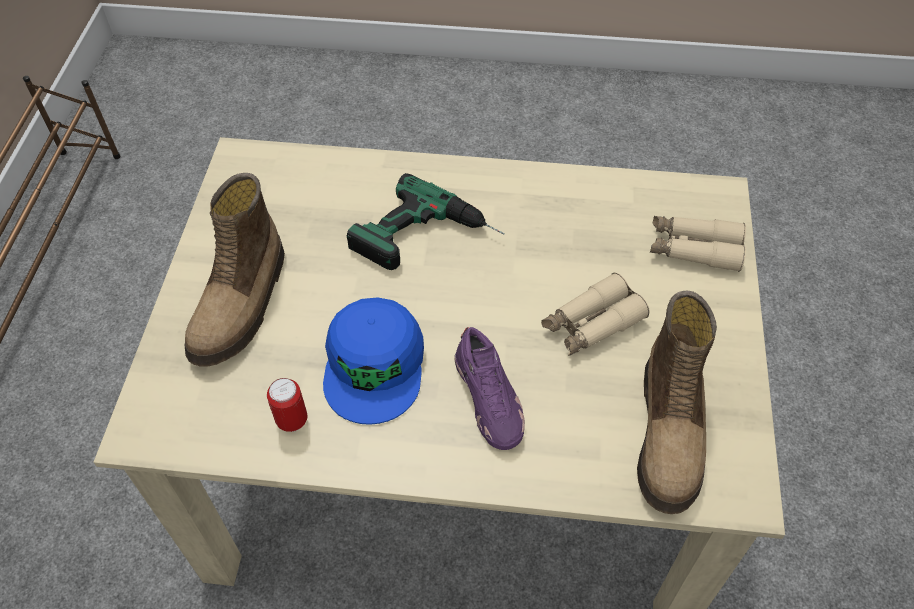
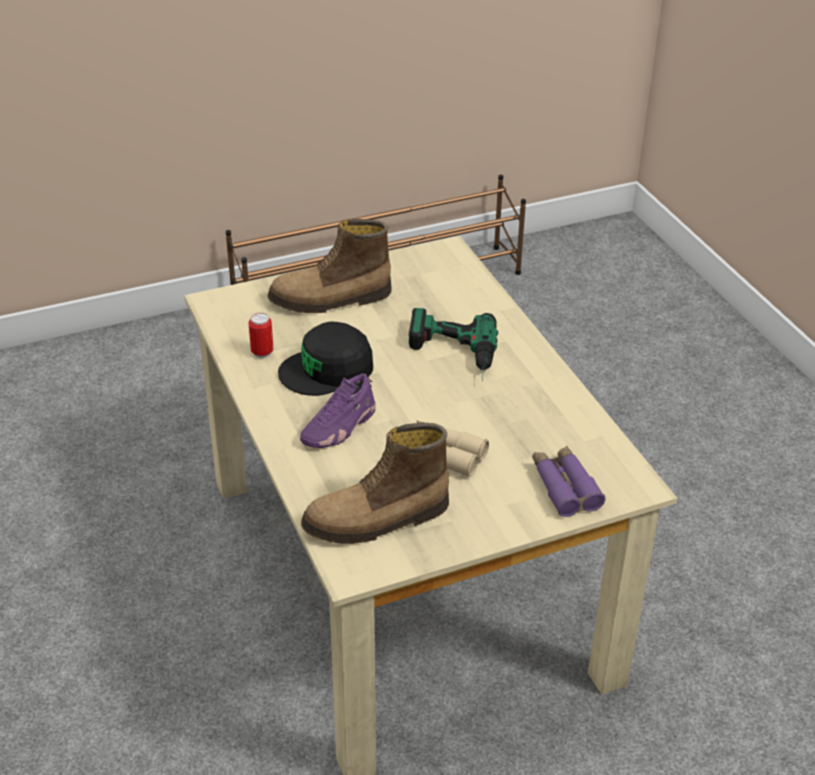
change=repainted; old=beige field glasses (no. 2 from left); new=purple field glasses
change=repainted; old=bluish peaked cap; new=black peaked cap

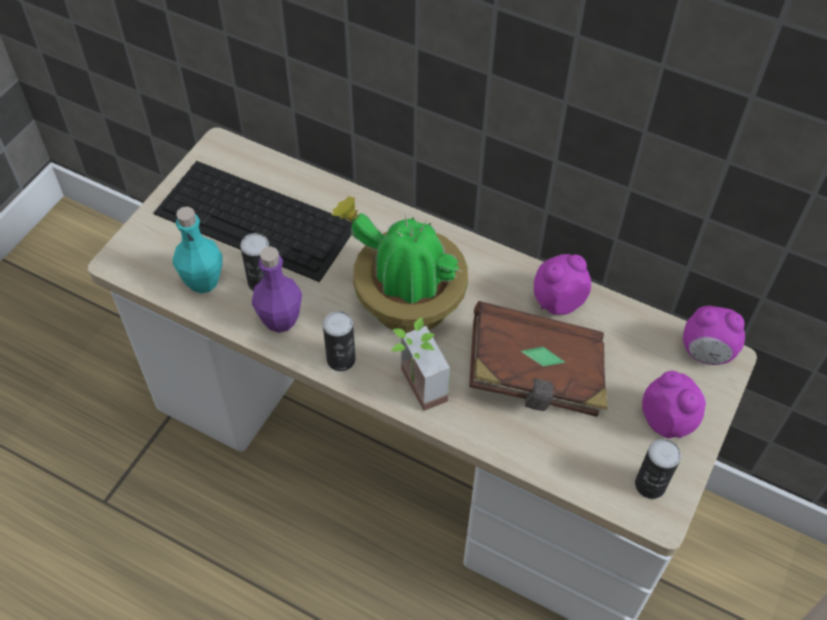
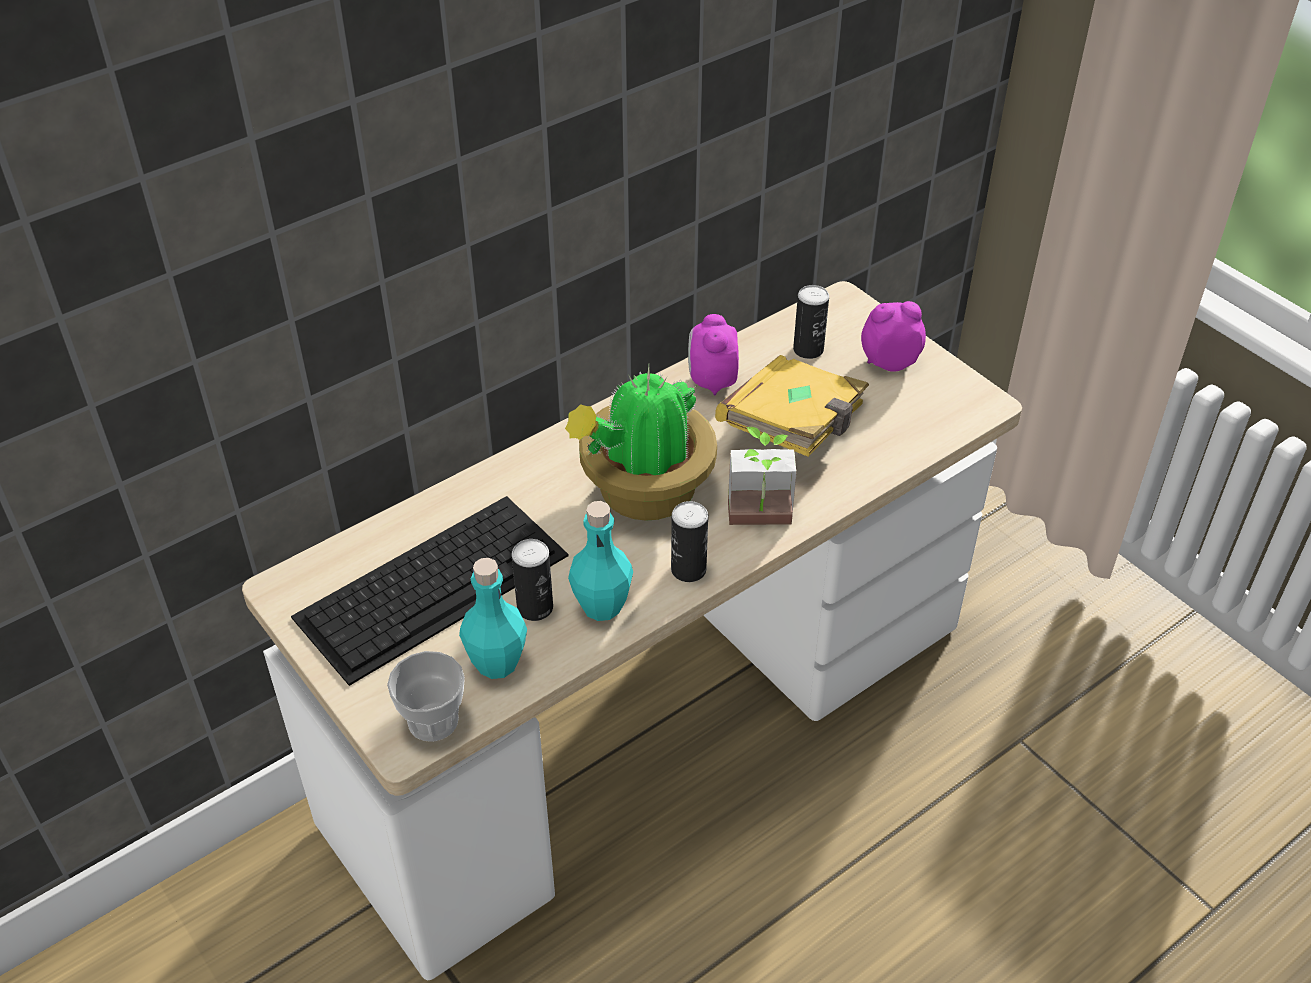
change=repainted; old=purple drink bottle; new=blue-green drink bottle (no. 2 from left)
change=repainted; old=brown book; new=yellowish book
change=gone; old=alarm clock (no. 3 from left)
change=shifted; old=sealed can (no. 3 from left)
change=new; new=small cup

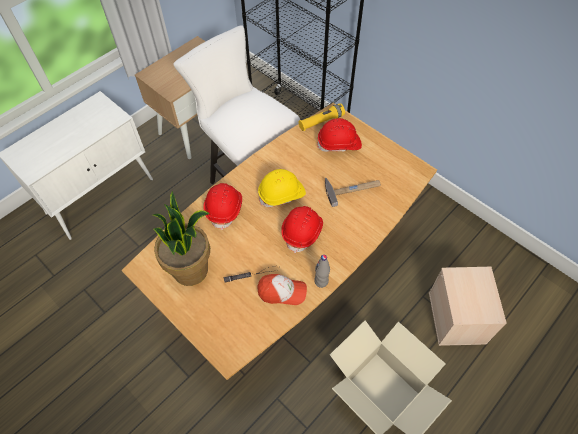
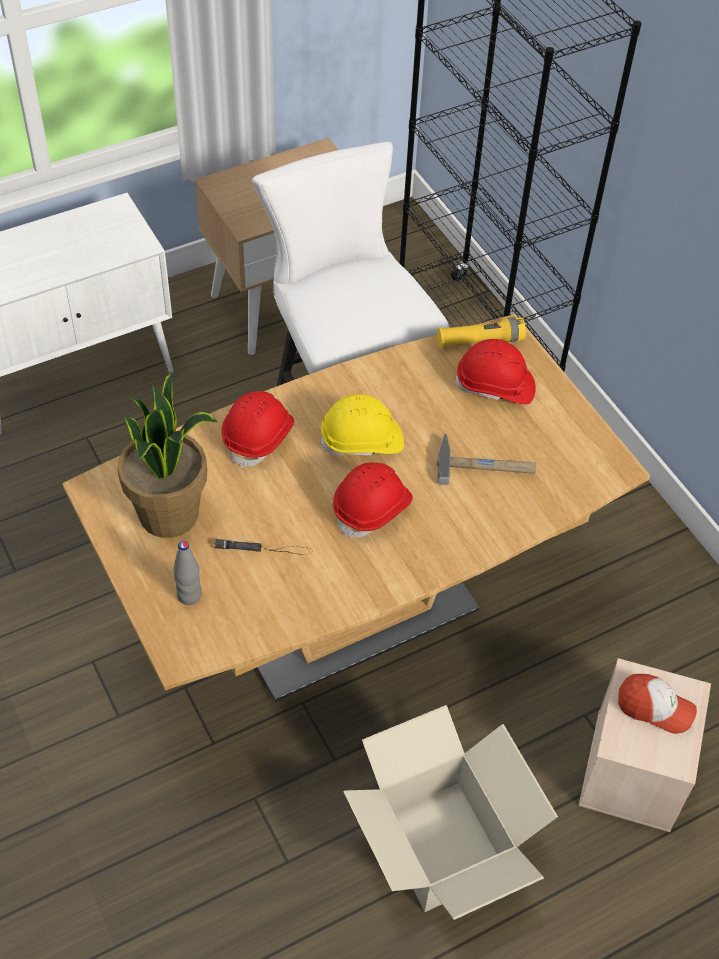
change=shifted; old=grey drink bottle
change=shifted; old=peaked cap

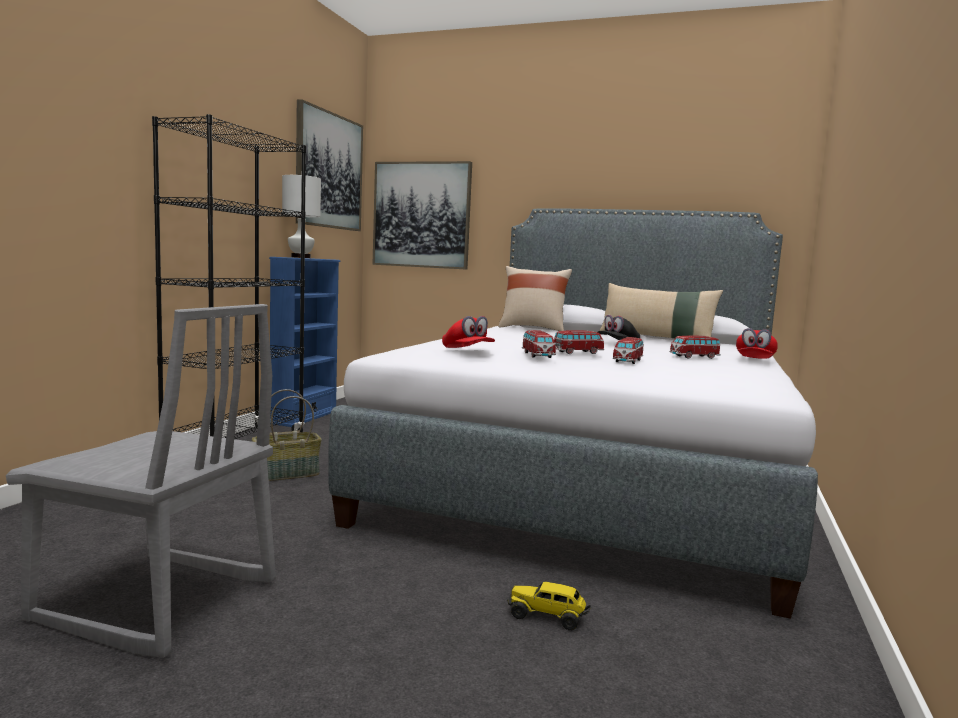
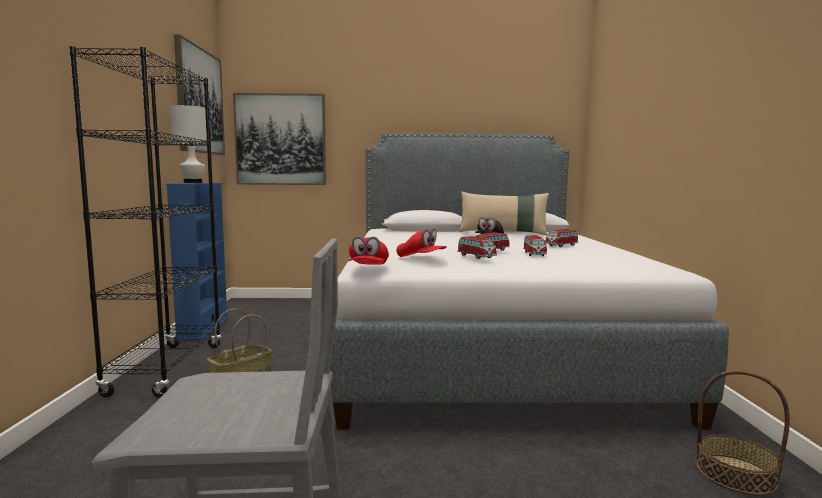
change=gone; old=beige throw pillow (no. 1 from left)
change=shifted; old=red peaked cap (no. 2 from left in the first image); new=red peaked cap (no. 1 from left)
change=gone; old=model truck
change=new; new=storage basket (no. 2 from left)

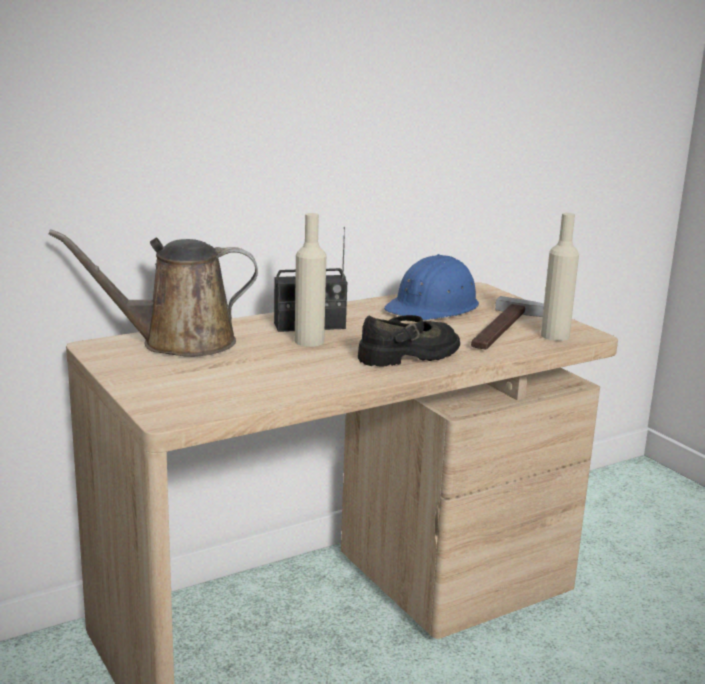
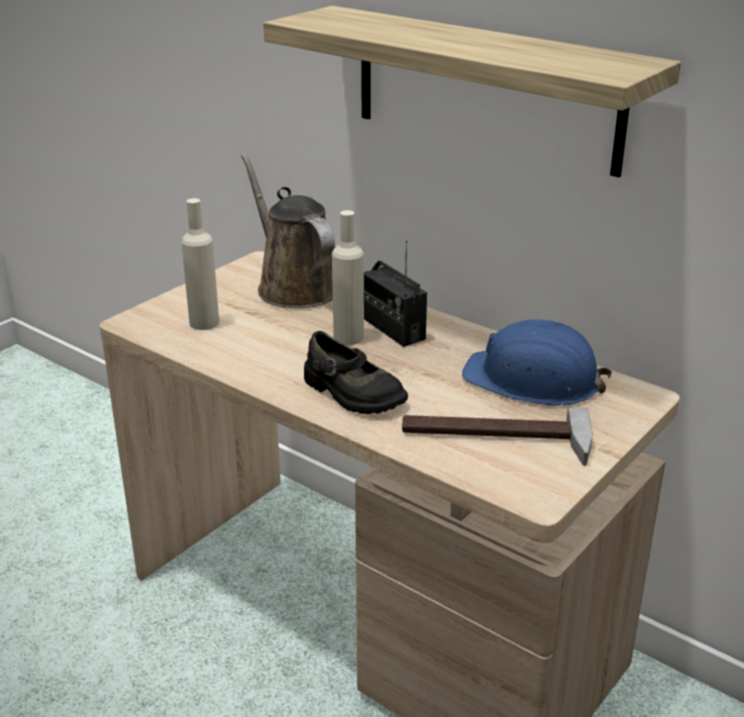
change=shifted; old=beige drink bottle (no. 2 from left in the first image); new=beige drink bottle (no. 1 from left)
change=new; new=bracket shelf

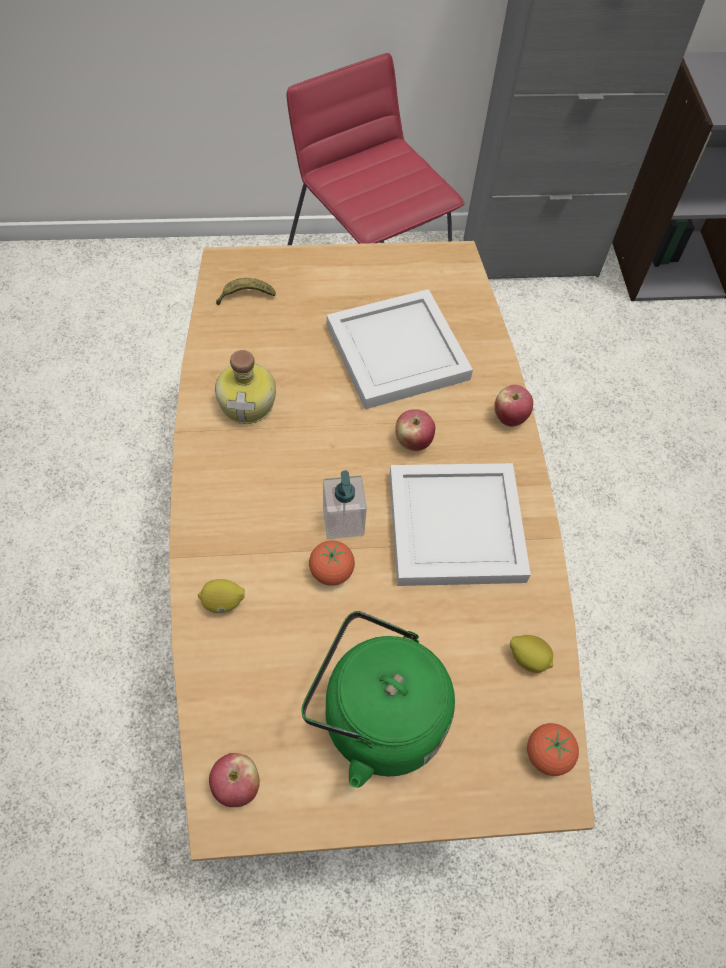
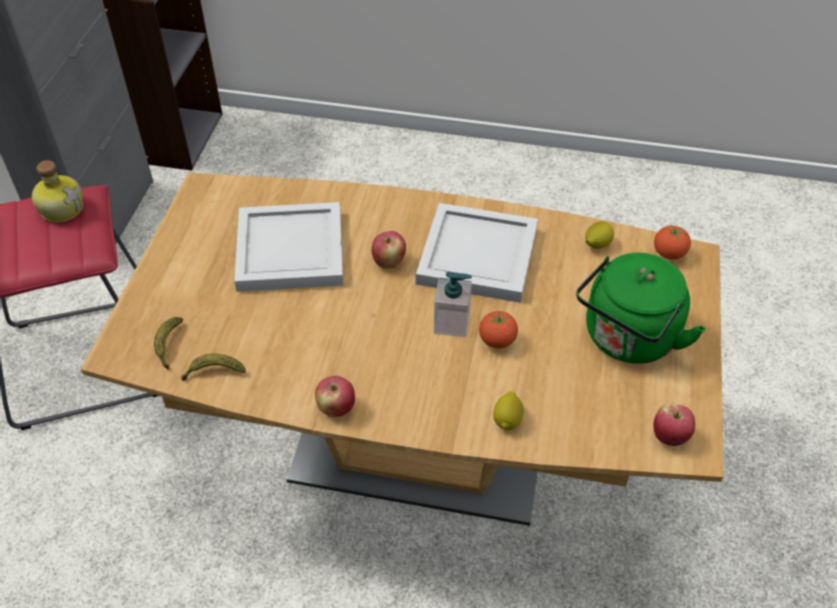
change=shifted; old=drink bottle
change=shifted; old=apple fruit (no. 3 from left in the first image); new=apple fruit (no. 1 from left)
change=new; new=banana (no. 2 from left)

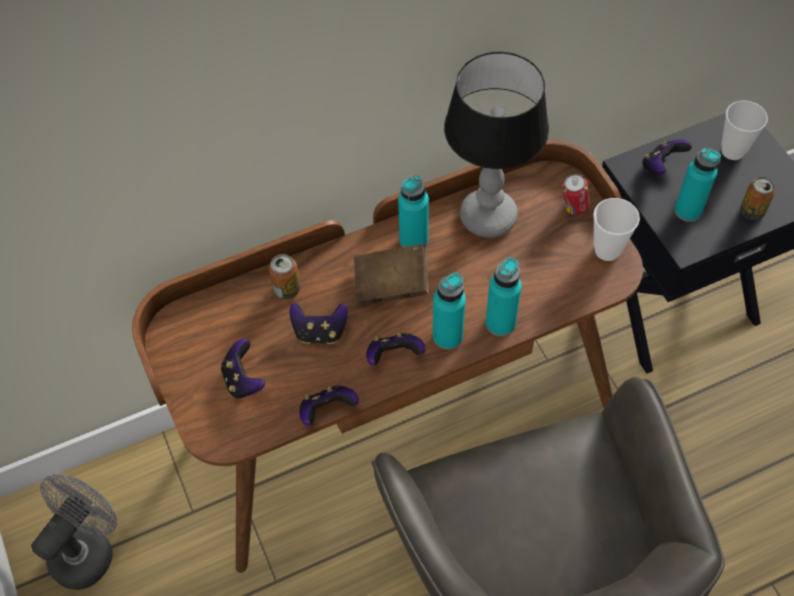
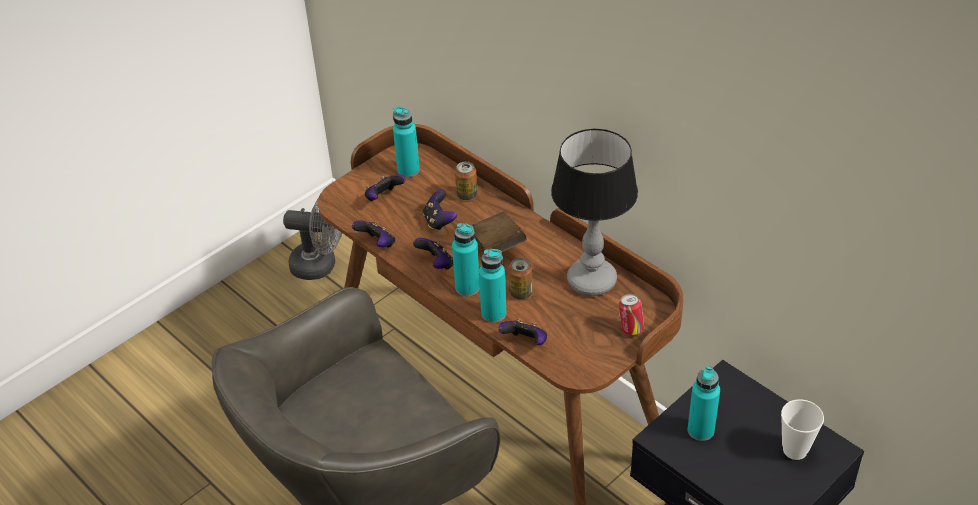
change=shifted; old=game controller (no. 5 from left)
change=shifted; old=blue-green drink bottle (no. 1 from left)
change=shifted; old=sealed can (no. 3 from left in the first image); new=sealed can (no. 2 from left)
change=gone; old=small cup (no. 1 from left)

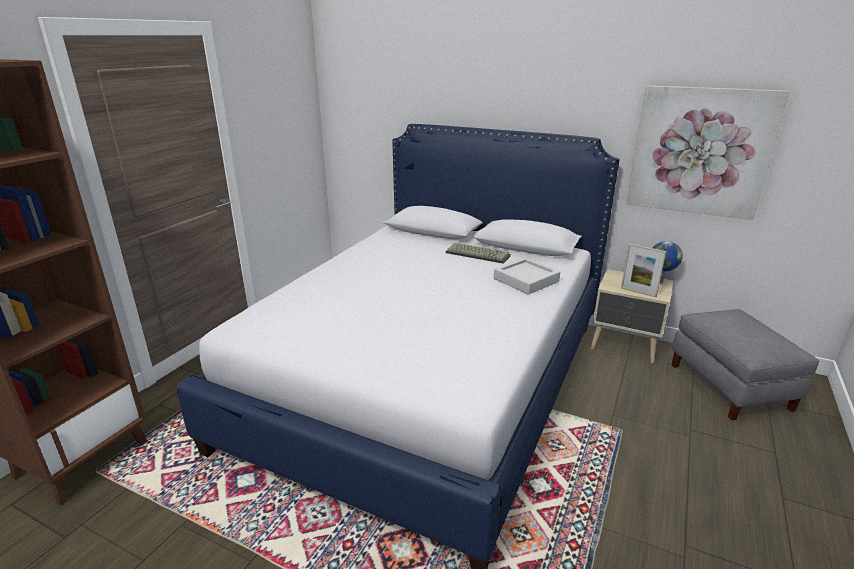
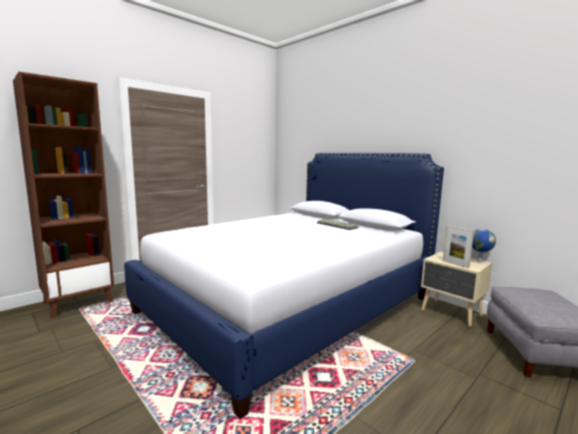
change=gone; old=wall art
change=gone; old=grey serving tray

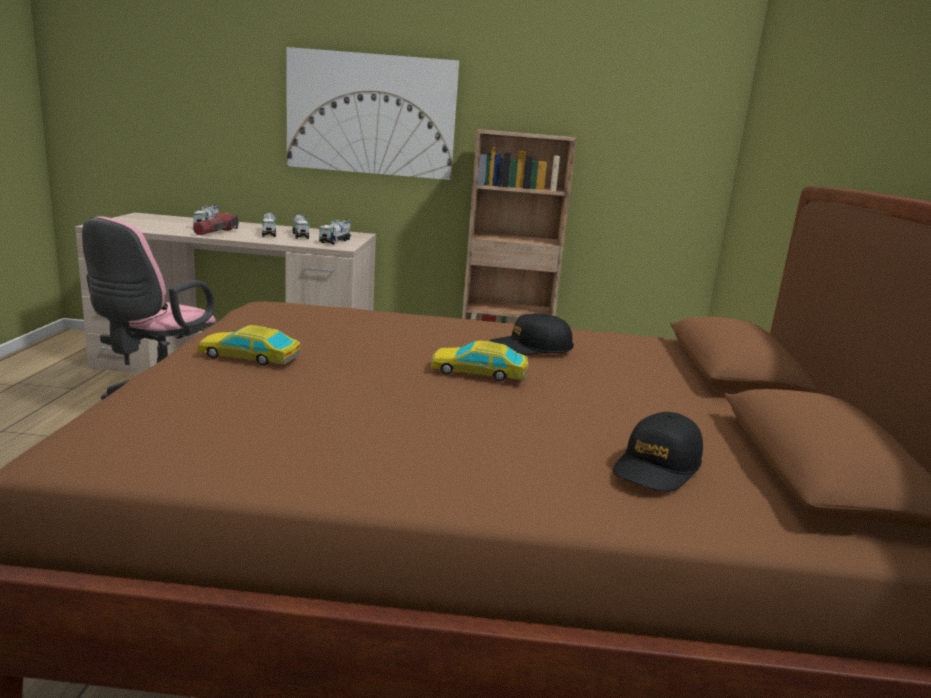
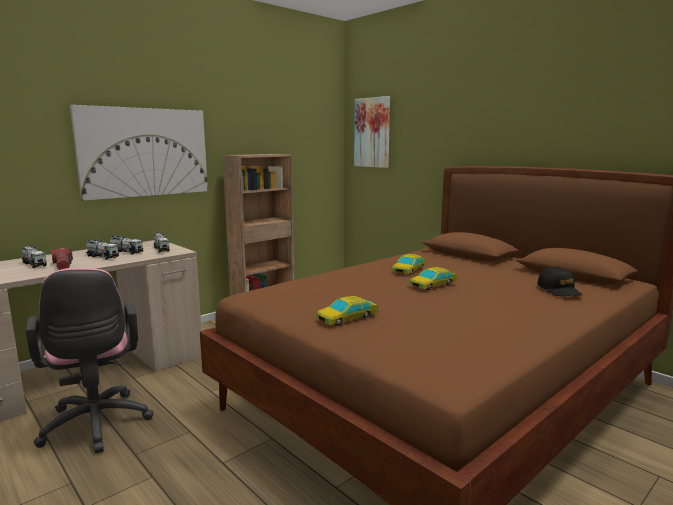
change=swapped; old=black peaked cap (no. 1 from left); new=model car (no. 2 from left)
change=new; new=wall art (no. 2 from left)

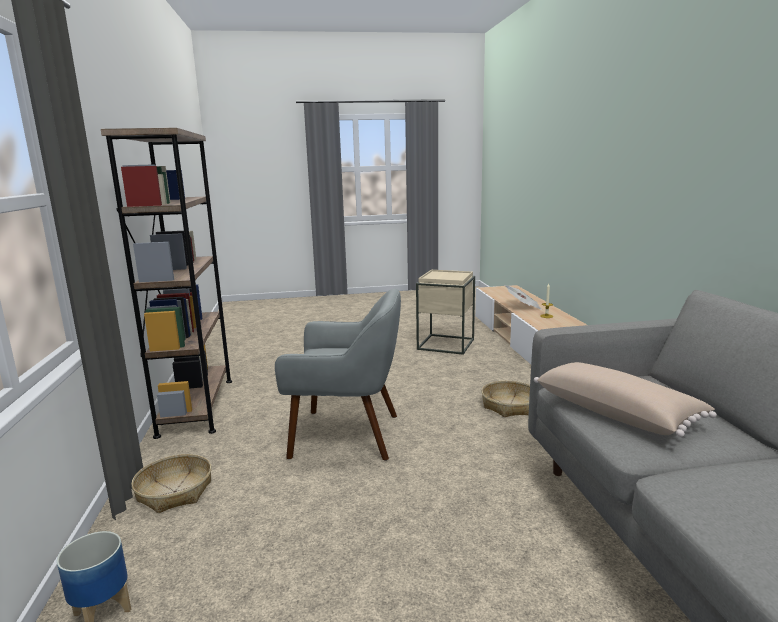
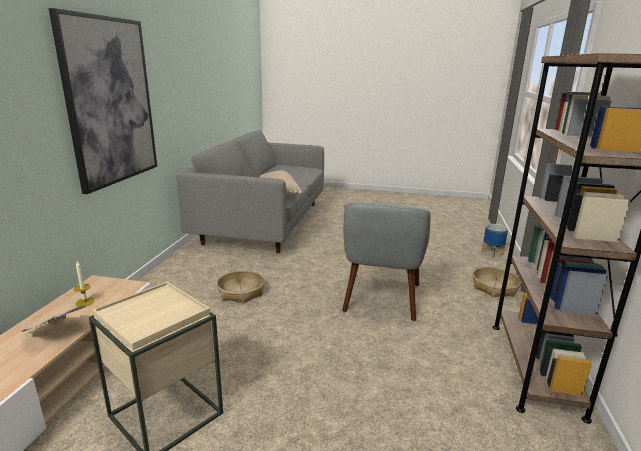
change=rotated; old=grey easy chair; degrees=-105
change=new; new=wall art

